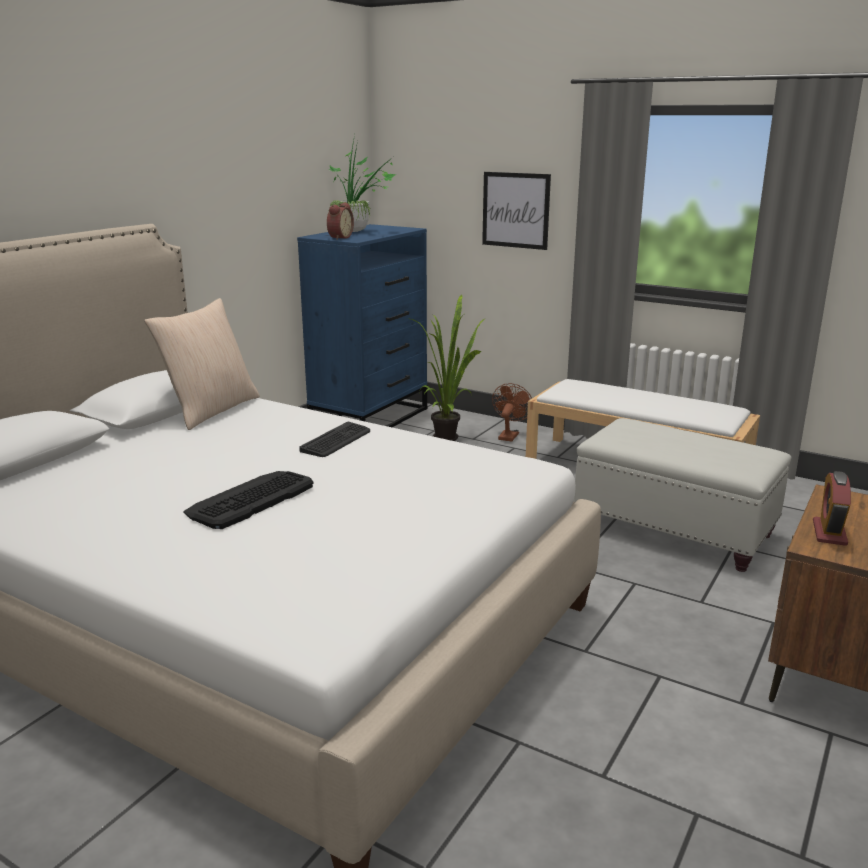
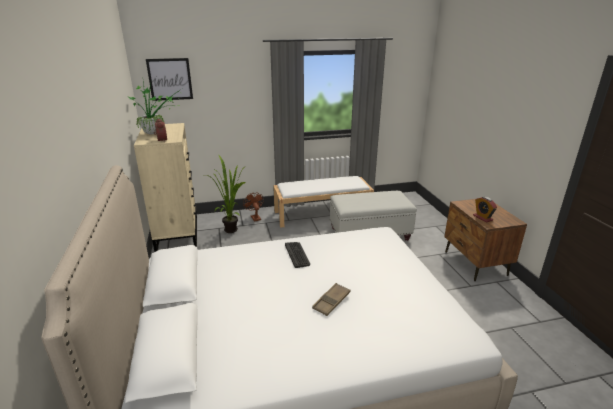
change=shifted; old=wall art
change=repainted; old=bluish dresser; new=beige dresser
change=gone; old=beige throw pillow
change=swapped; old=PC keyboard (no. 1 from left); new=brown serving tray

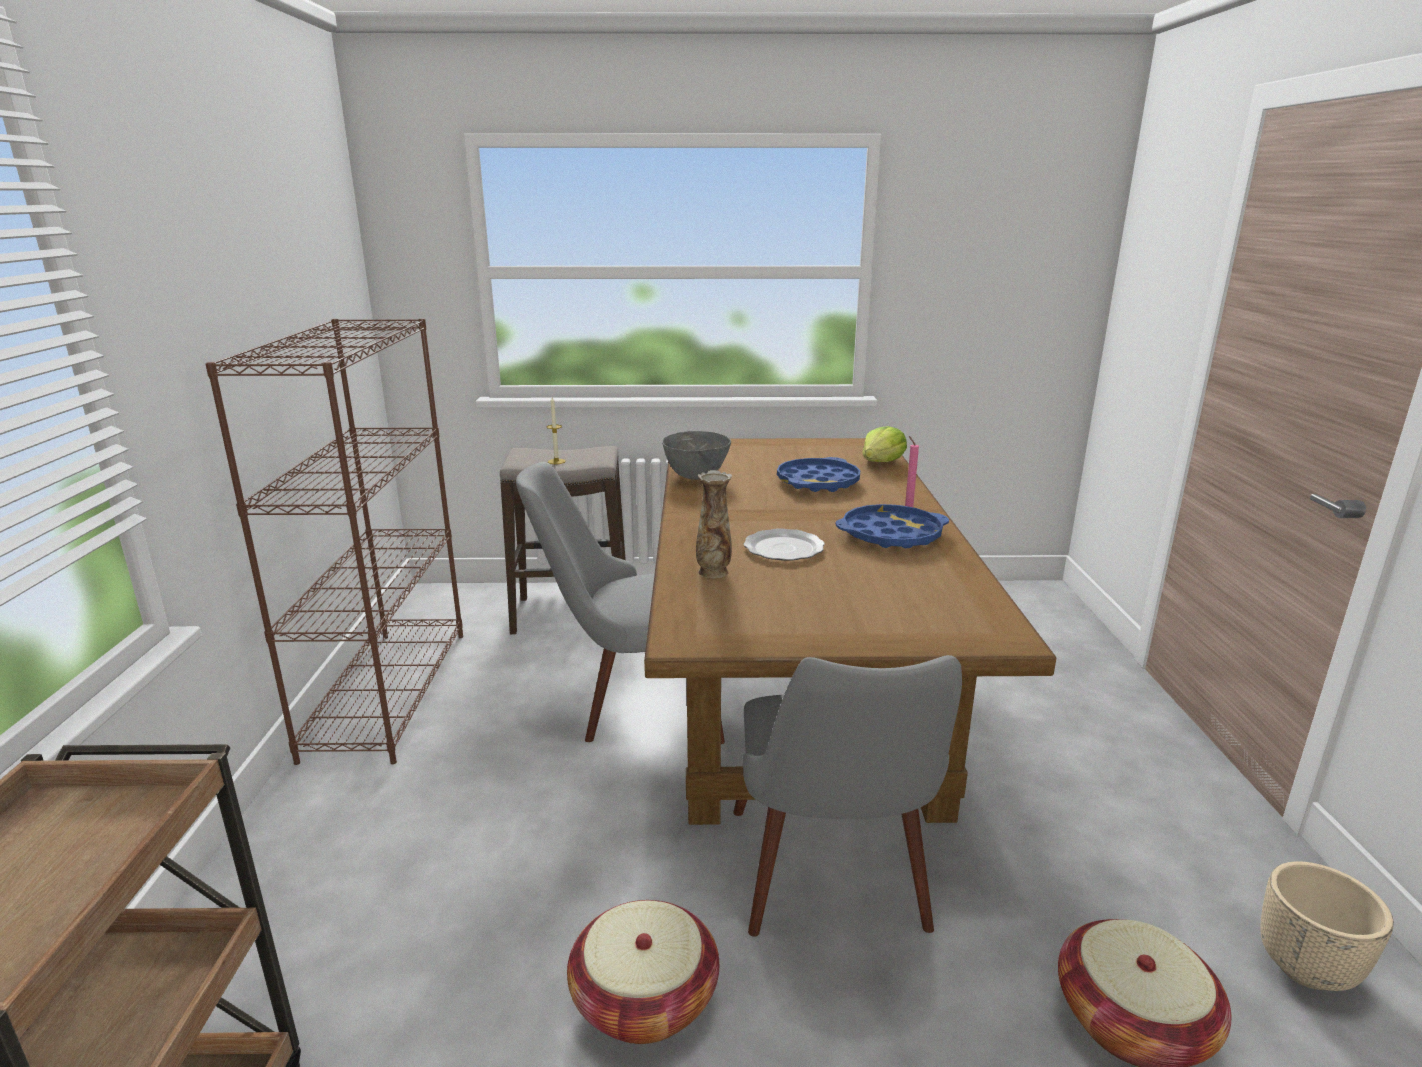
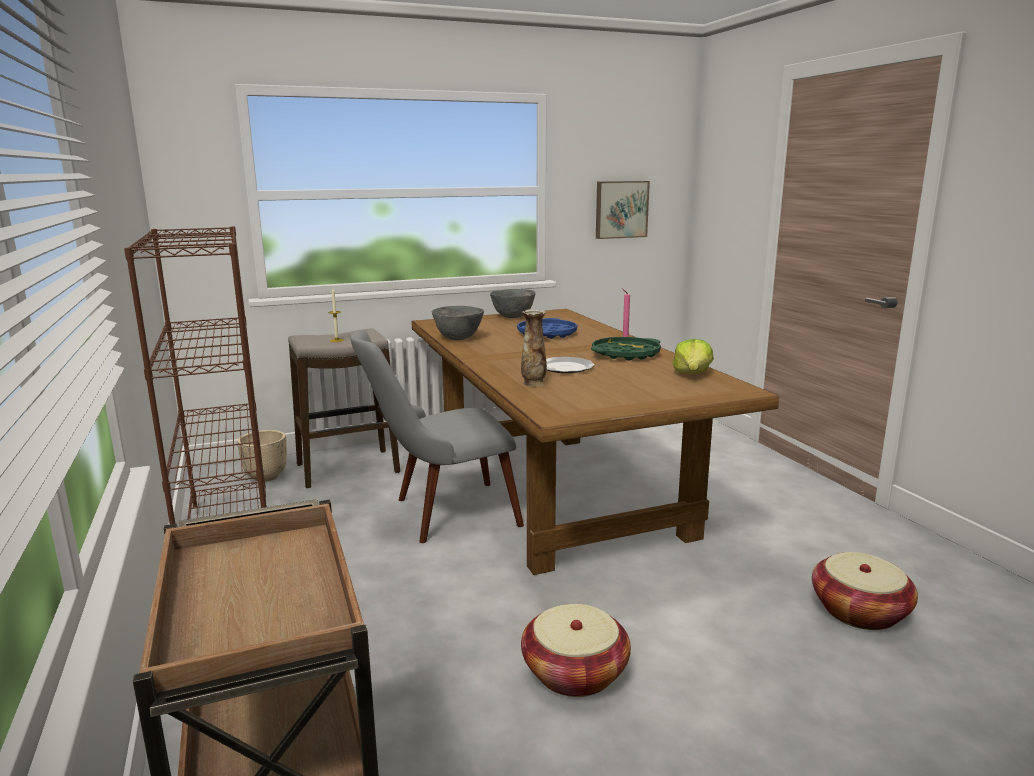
change=shifted; old=lettuce head
change=repainted; old=bluish serving tray (no. 2 from left); new=green-coloured serving tray
change=gone; old=grey upright chair (no. 2 from left)
change=shifted; old=beige planter
change=new; new=wall art
change=new; new=grey serving bowl (no. 2 from left)

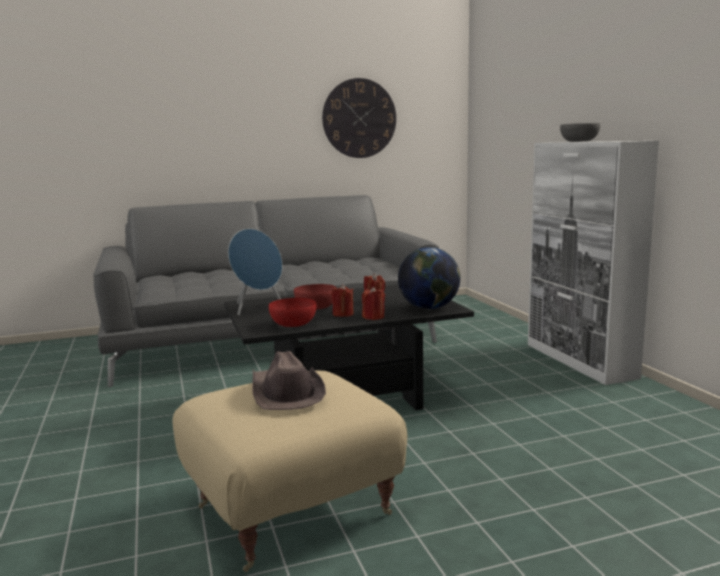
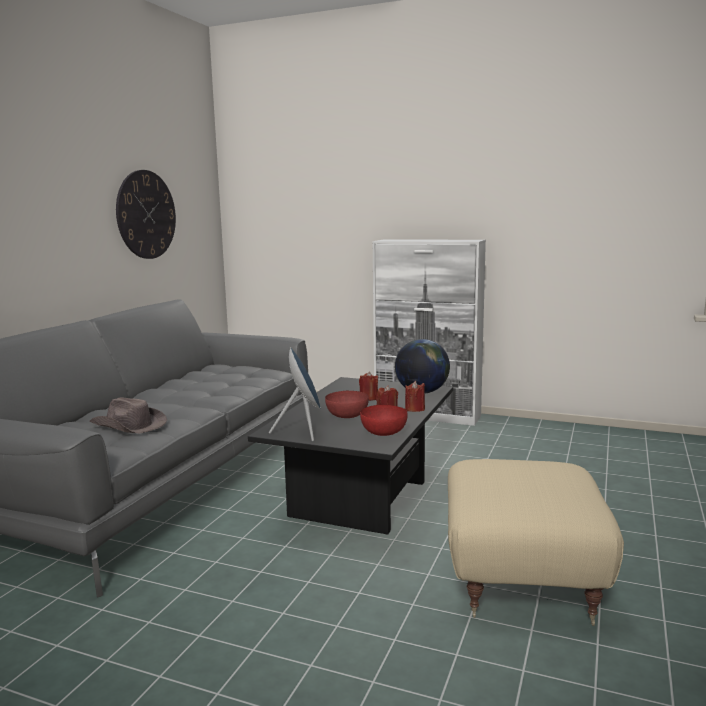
change=gone; old=grey serving bowl
change=shifted; old=brown hat

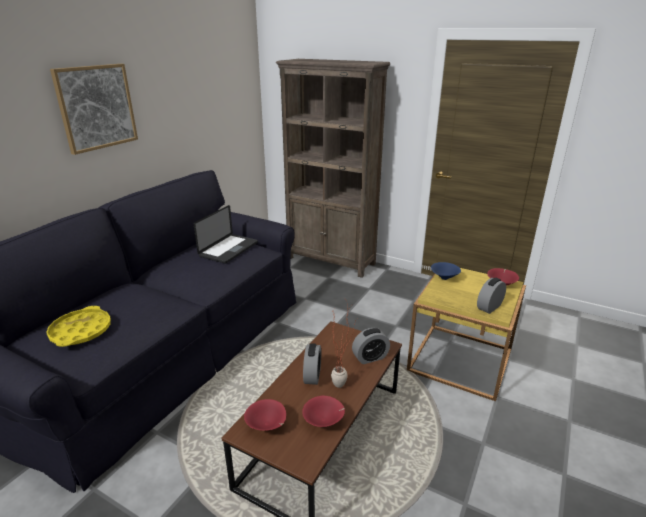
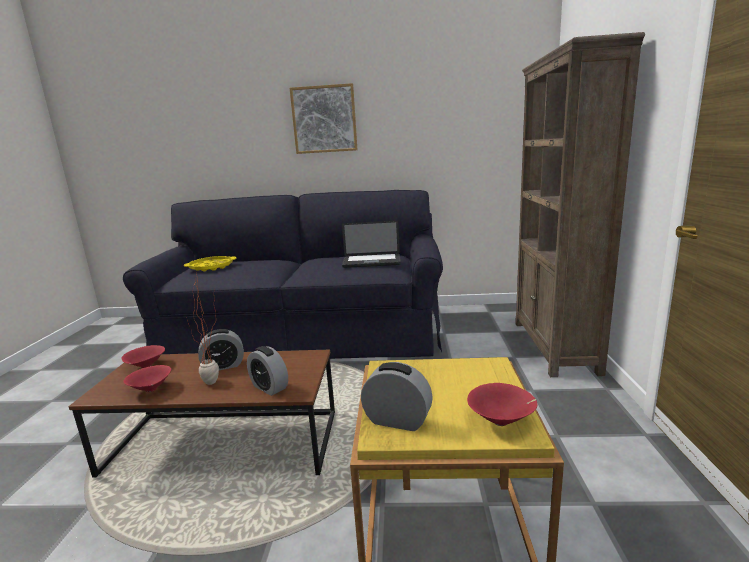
change=gone; old=bluish serving bowl

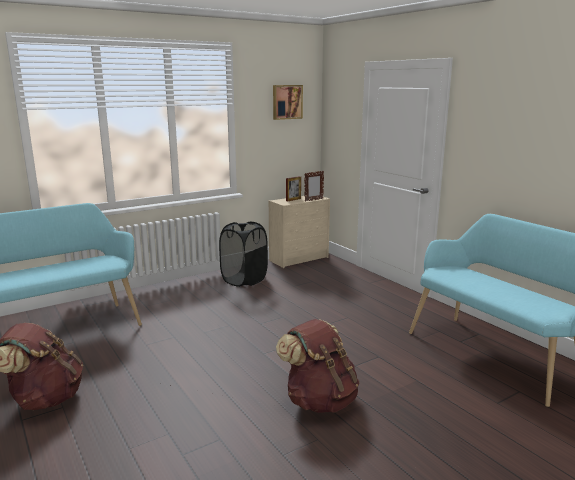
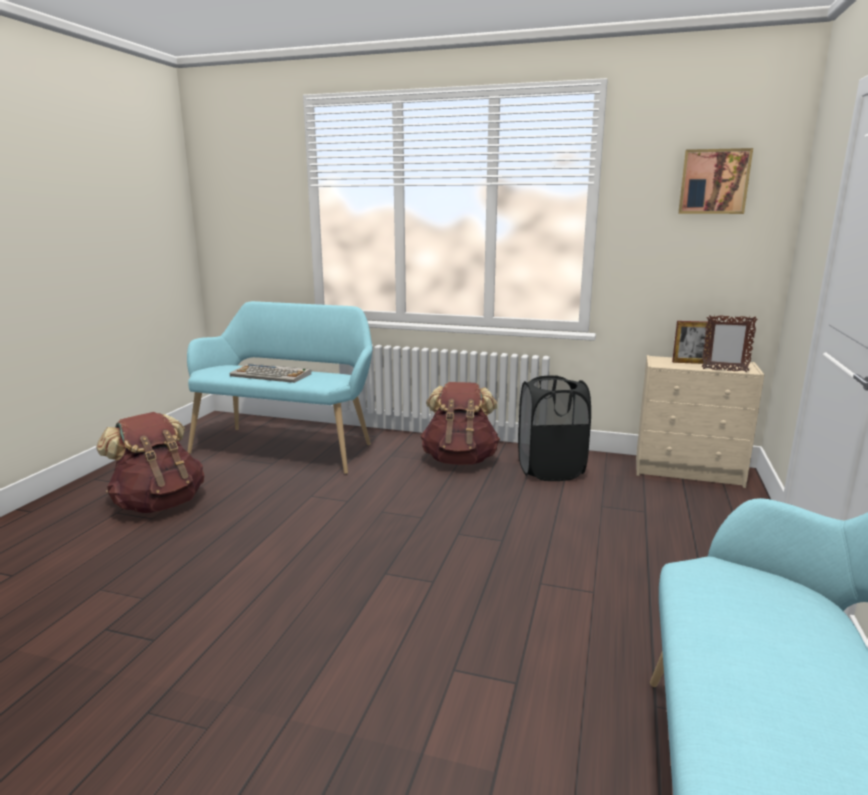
change=shifted; old=brown knapsack (no. 2 from left)
change=new; new=PC keyboard

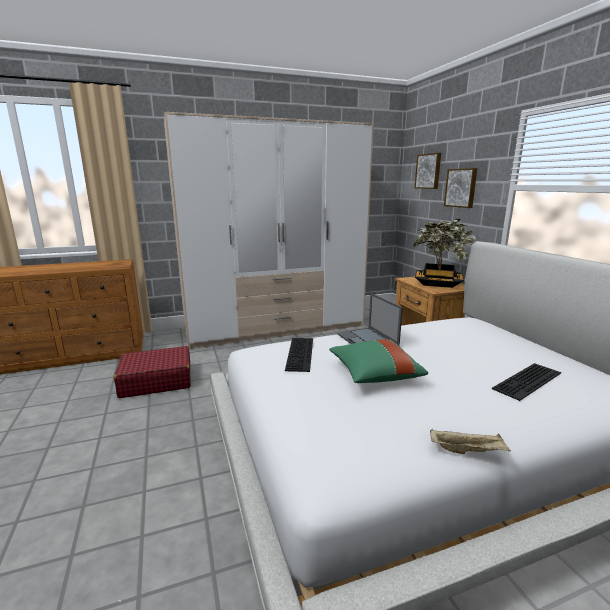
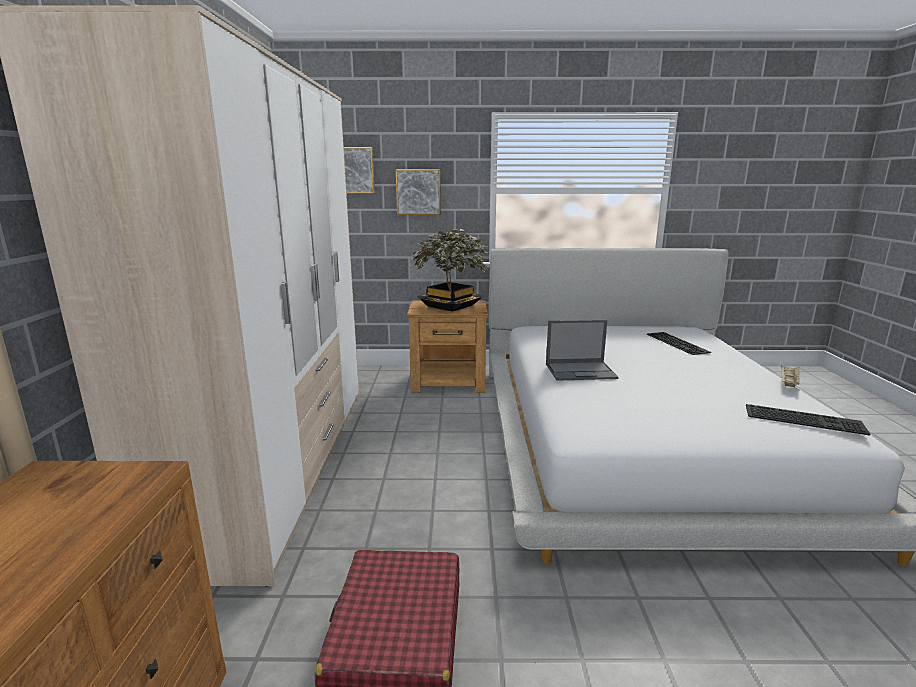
change=shifted; old=PC keyboard (no. 1 from left in the first image); new=PC keyboard (no. 2 from left)
change=gone; old=green-coloured throw pillow

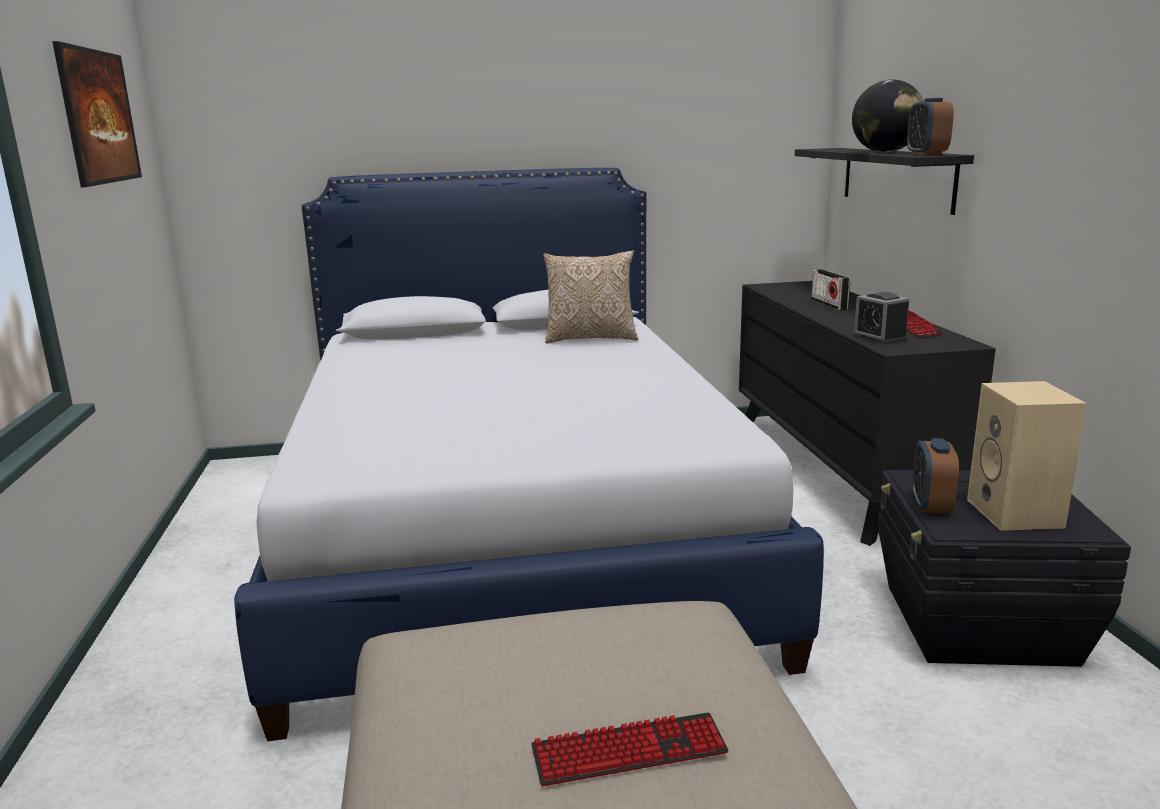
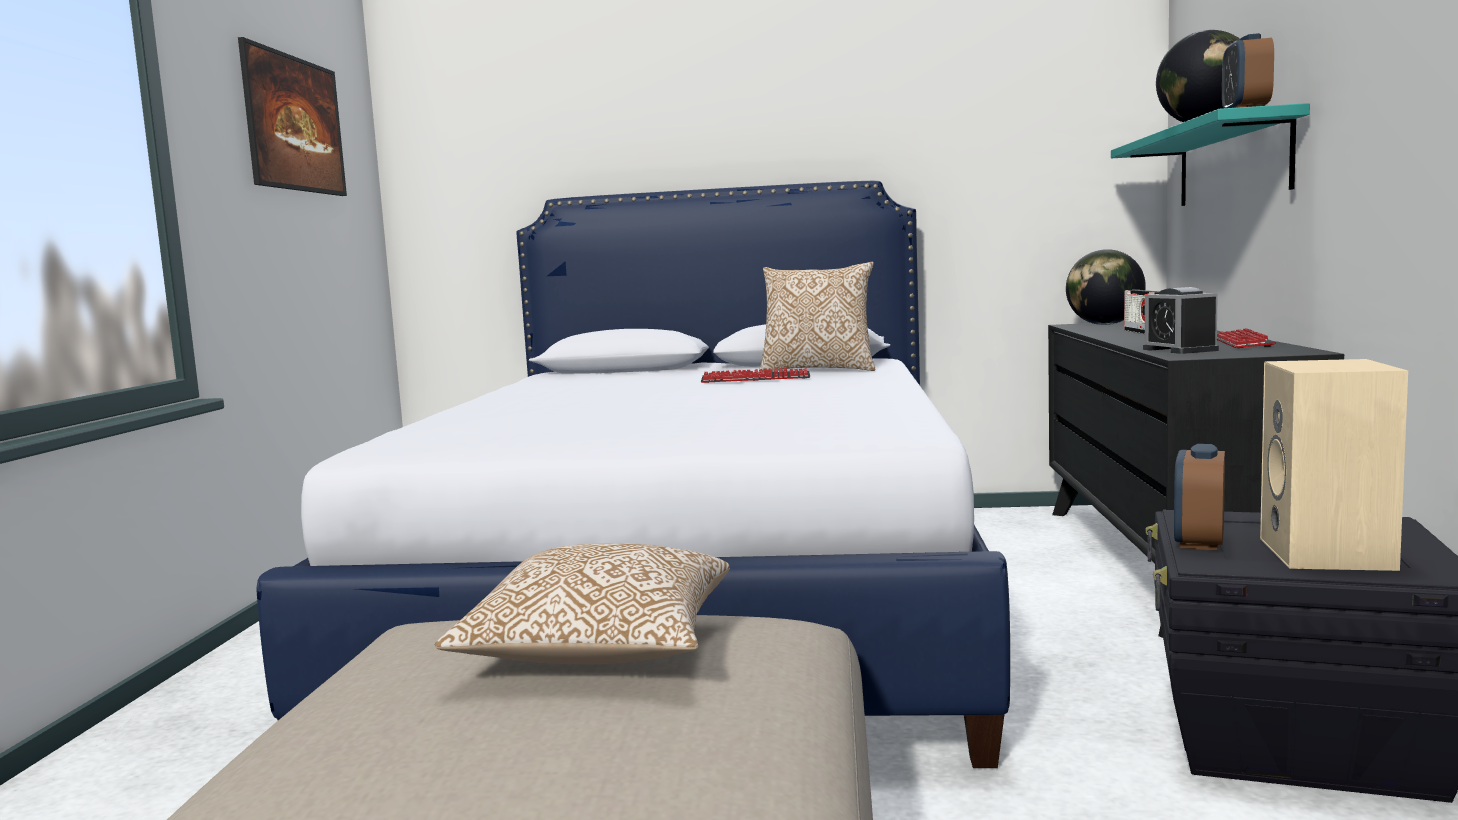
change=repainted; old=black bracket shelf; new=blue-green bracket shelf
change=shifted; old=PC keyboard (no. 1 from left)
change=new; new=world globe (no. 1 from left)
change=new; new=throw pillow (no. 1 from left)

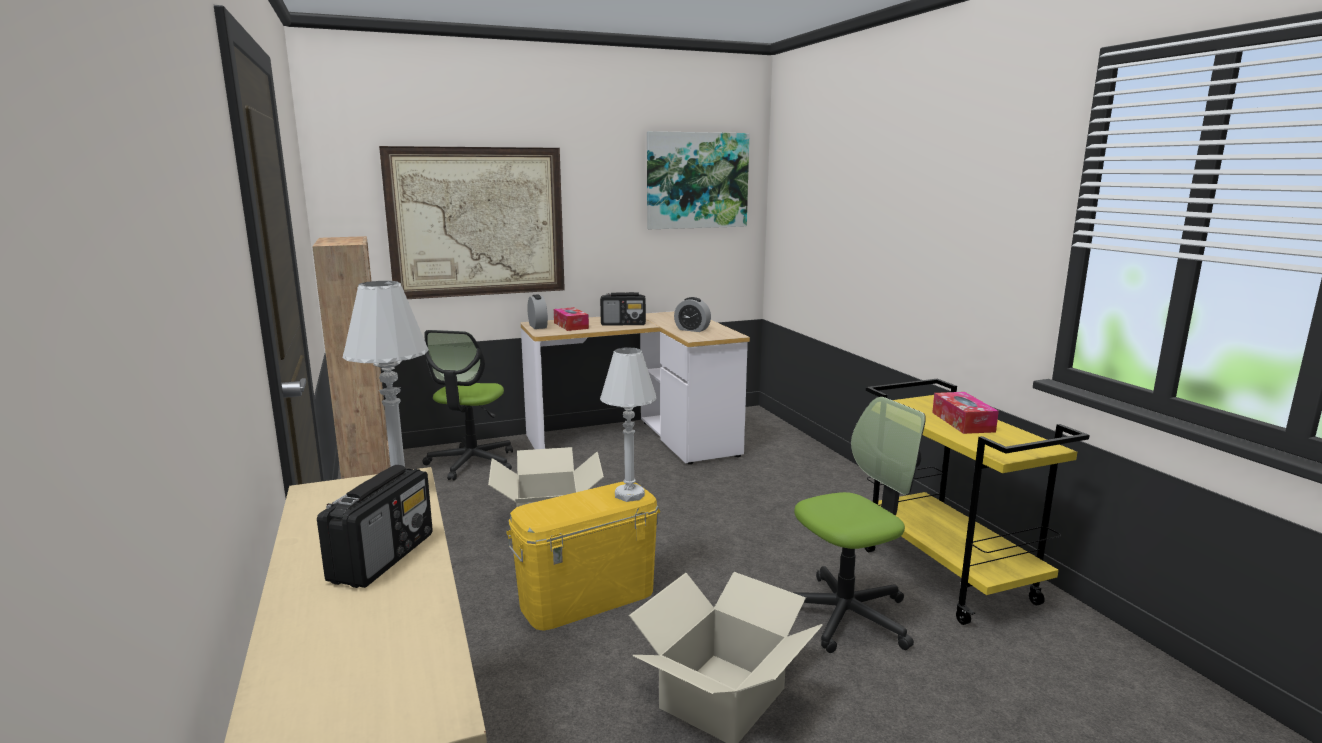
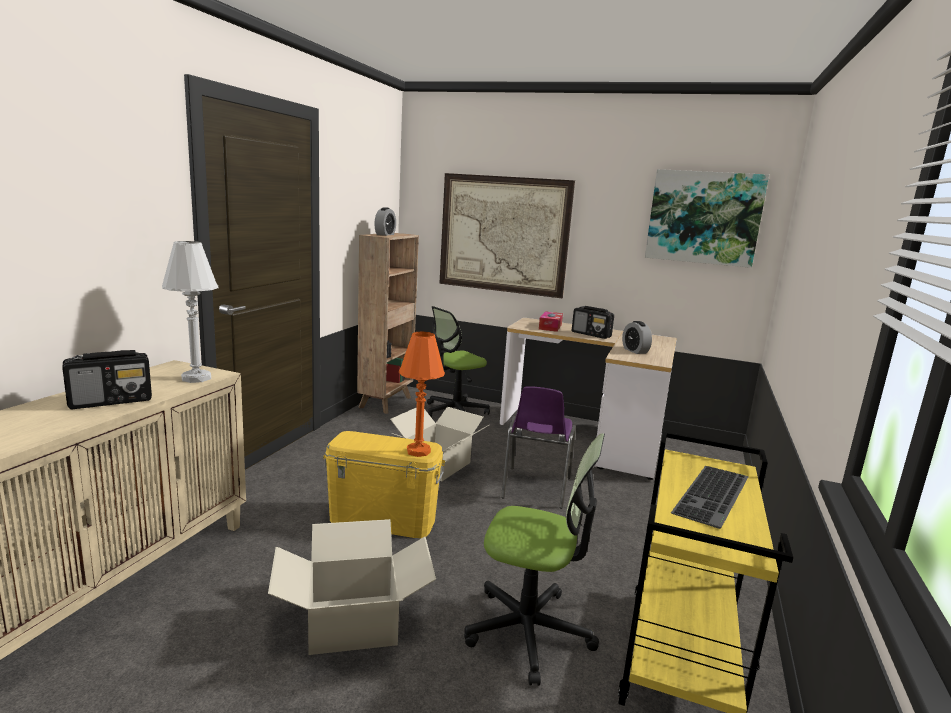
change=shifted; old=alarm clock (no. 1 from left)
change=repainted; old=white table lamp (no. 2 from left); new=orange-coloured table lamp
change=swapped; old=tissue box (no. 2 from left); new=PC keyboard
change=new; new=purple upright chair

